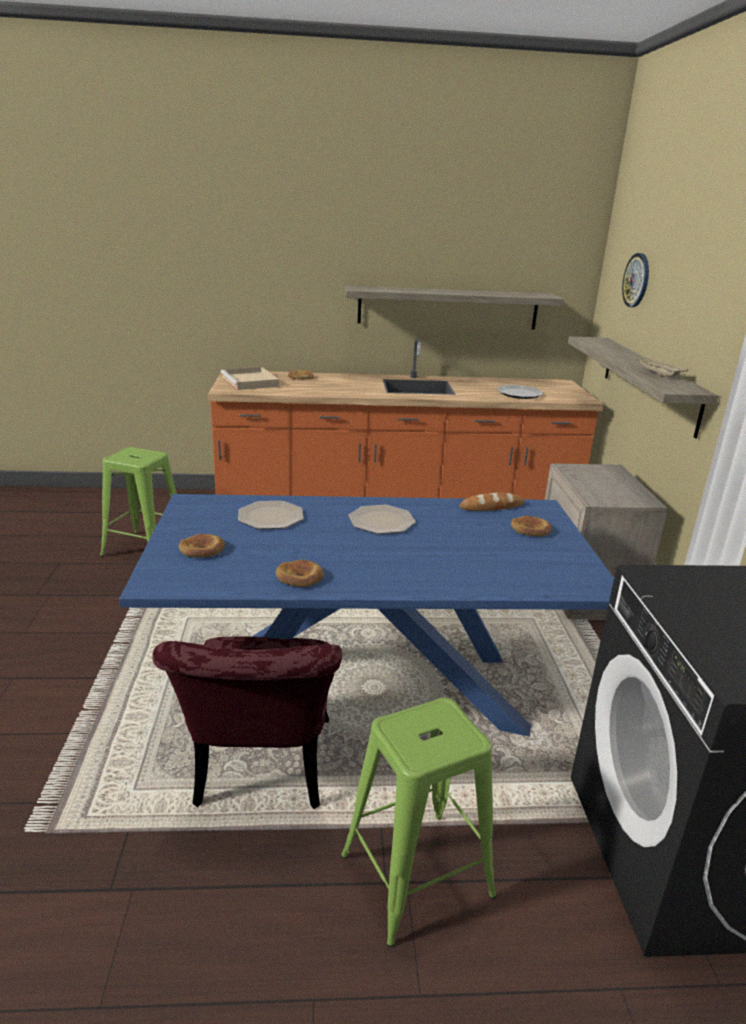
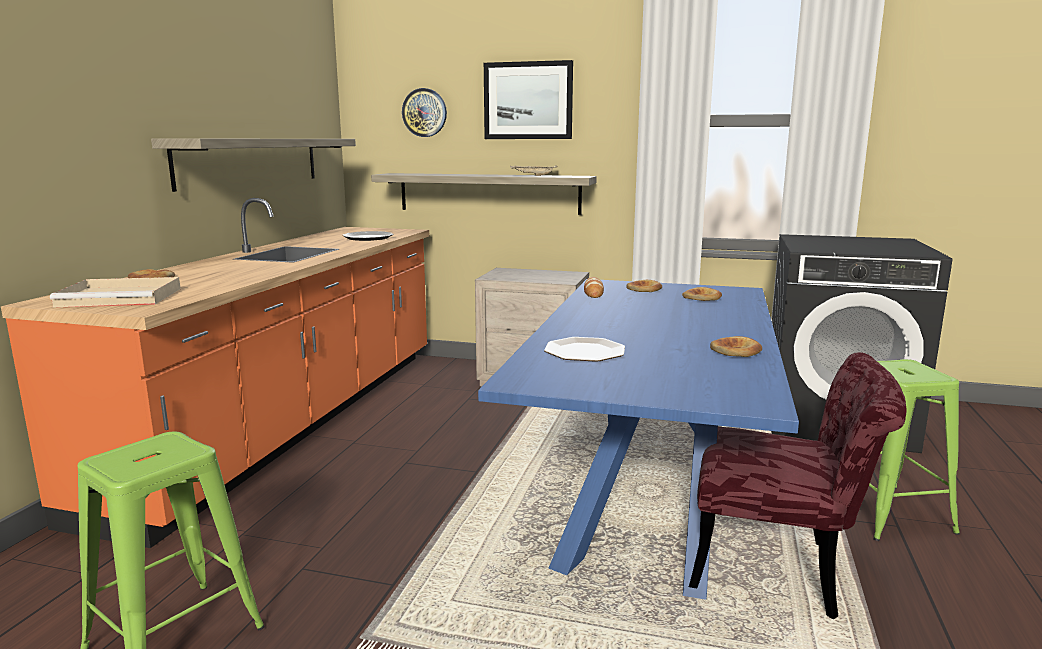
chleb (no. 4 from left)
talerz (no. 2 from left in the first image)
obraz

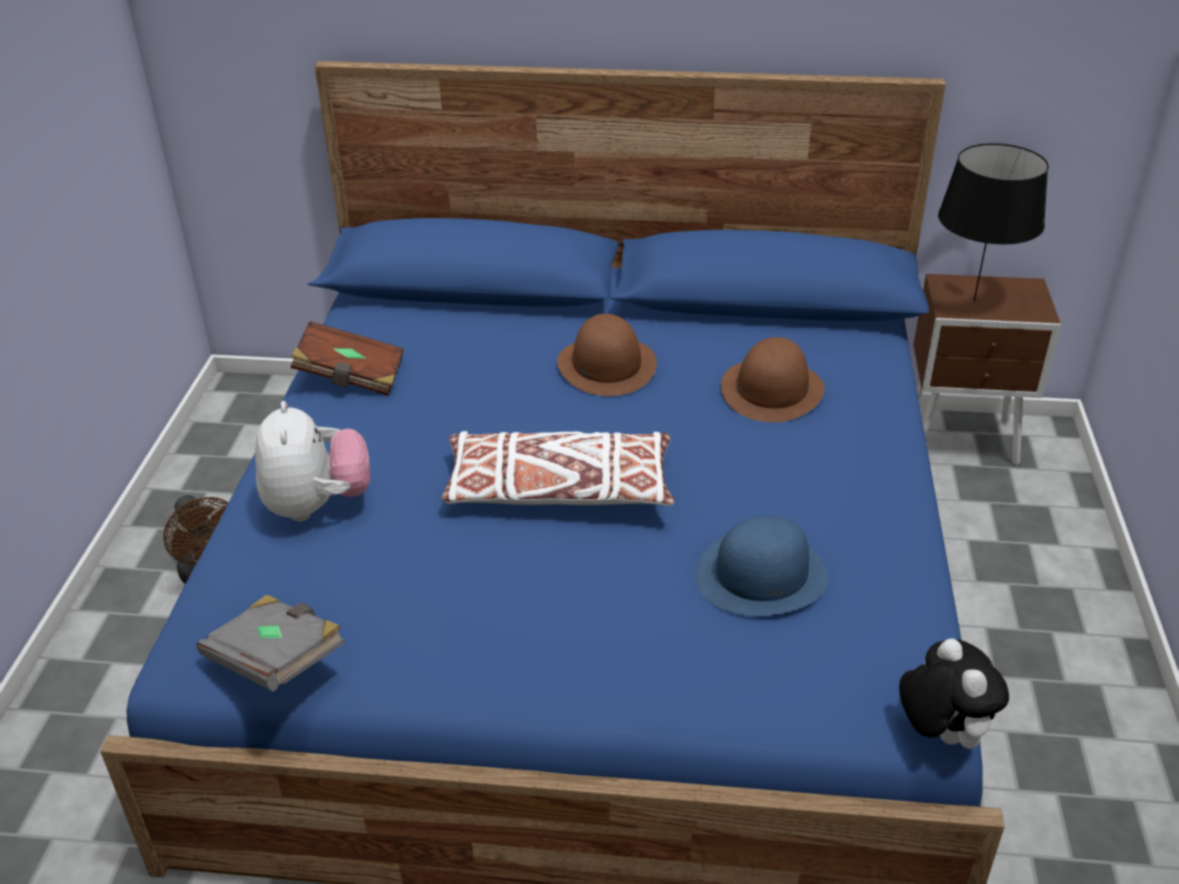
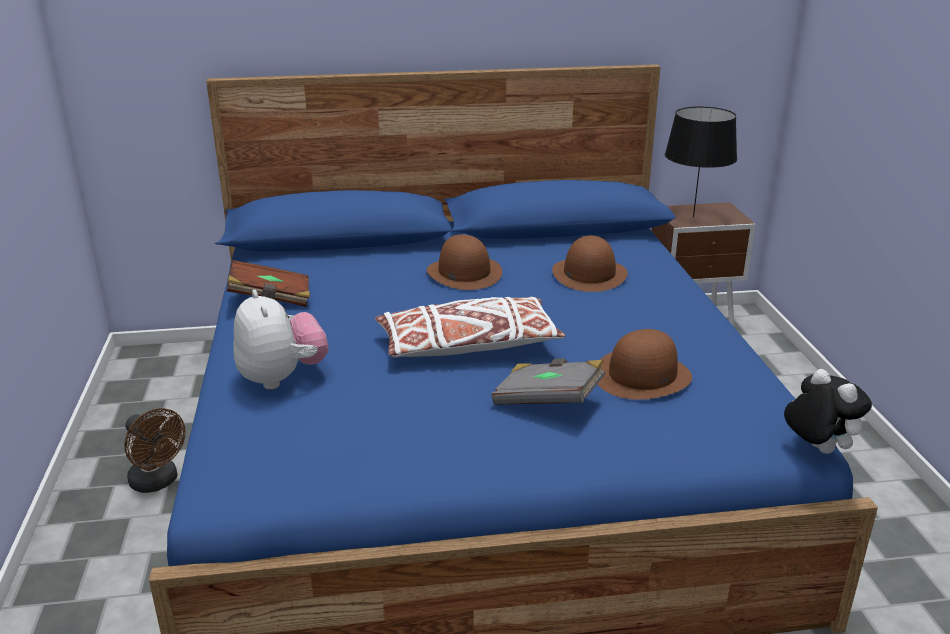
książka (szary)
kapelusz (brązowy) (no. 3 from left)

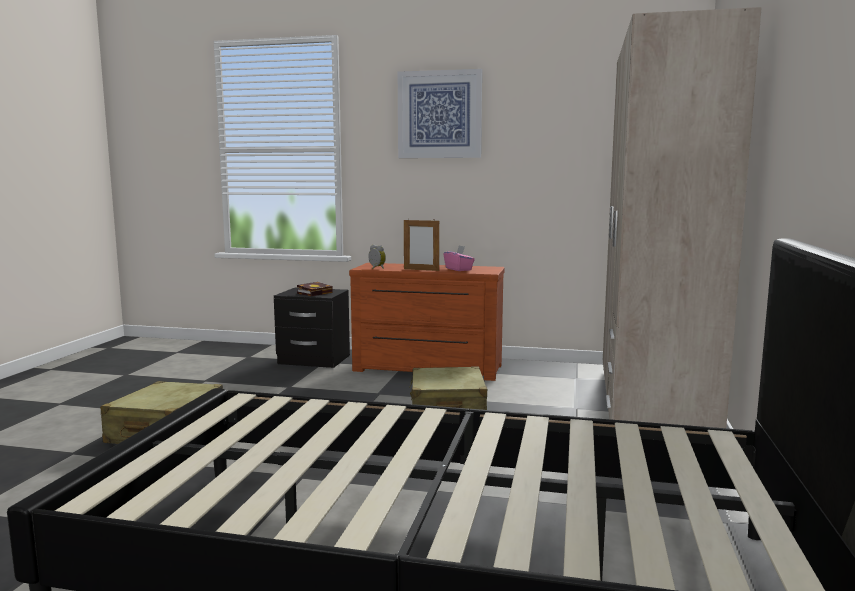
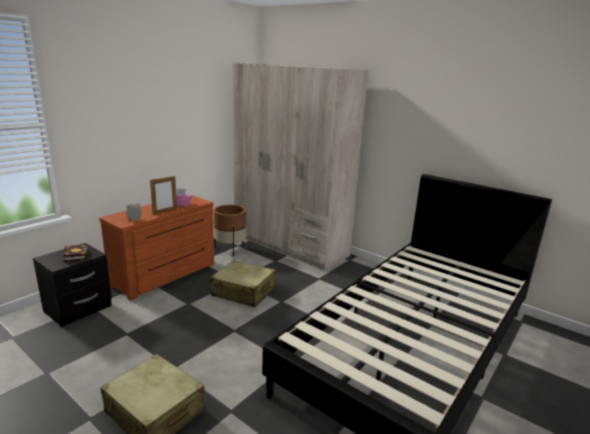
obraz
donica (brązowy)

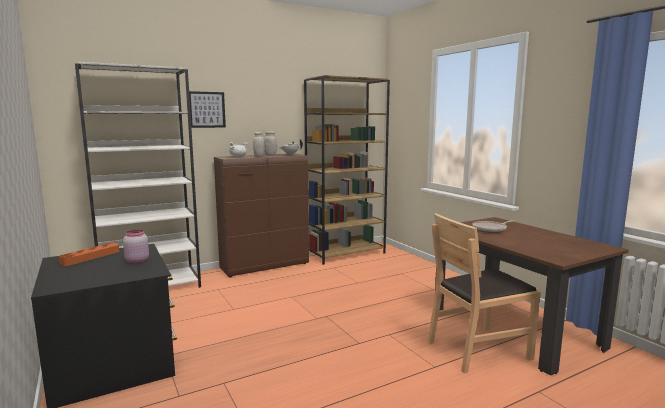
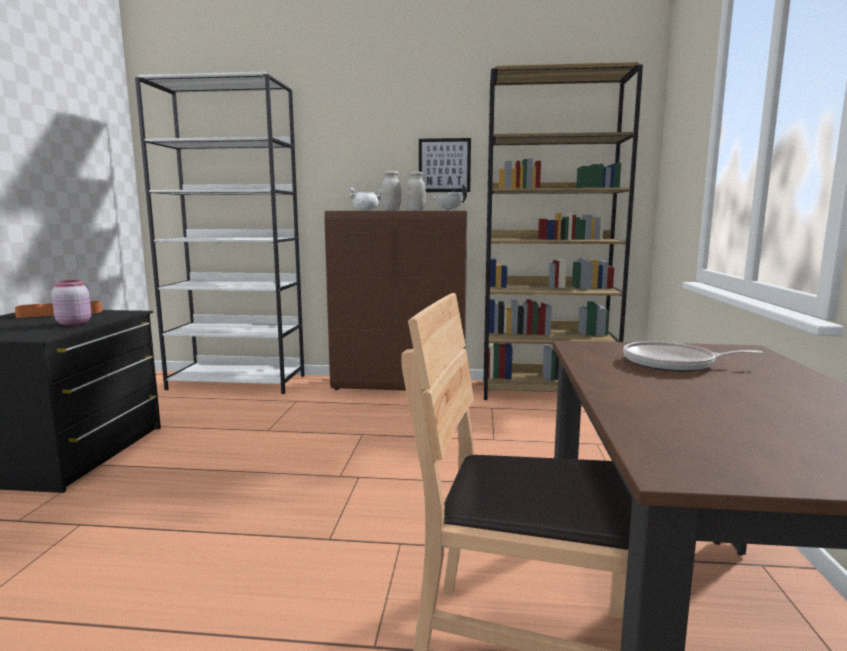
obraz

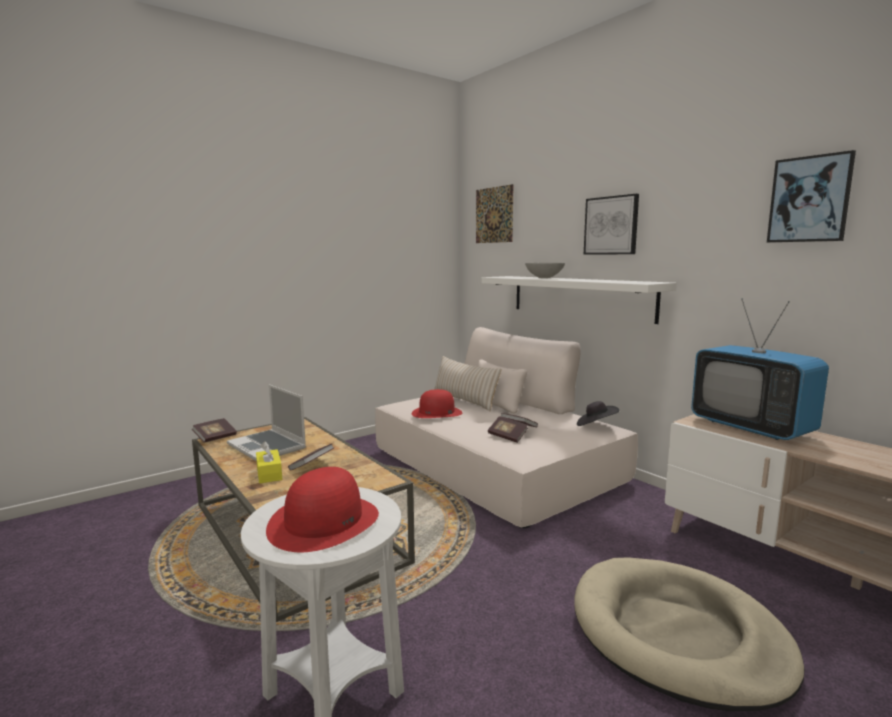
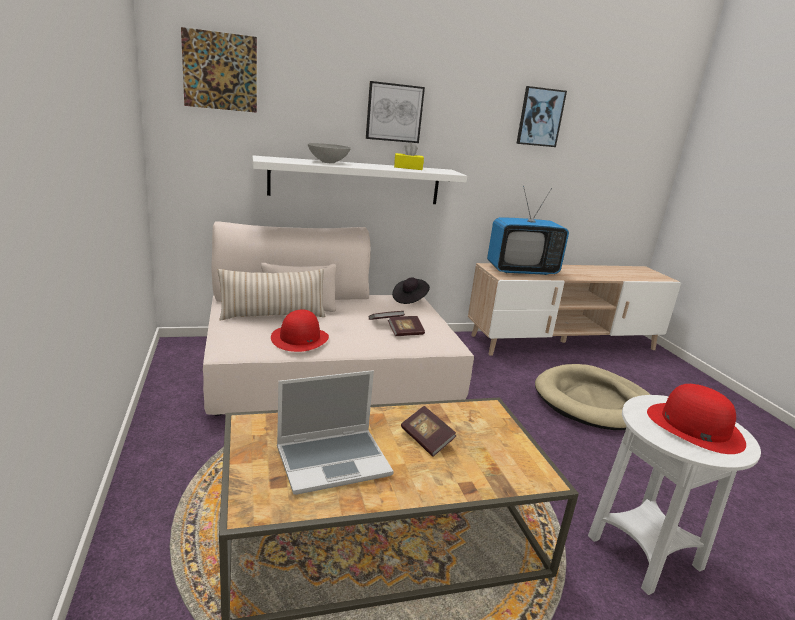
książka (no. 1 from left in the first image)
pudełko chusteczek (żółty)

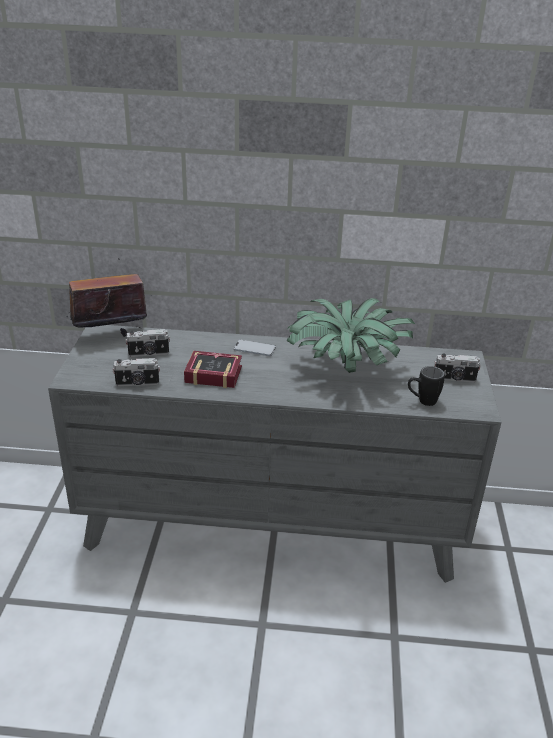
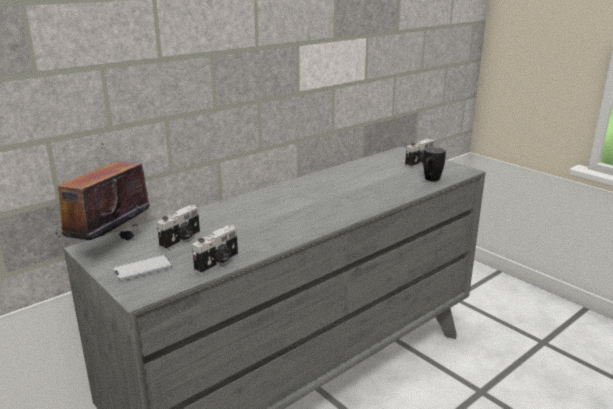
książka
telefon
roślina doniczkowa

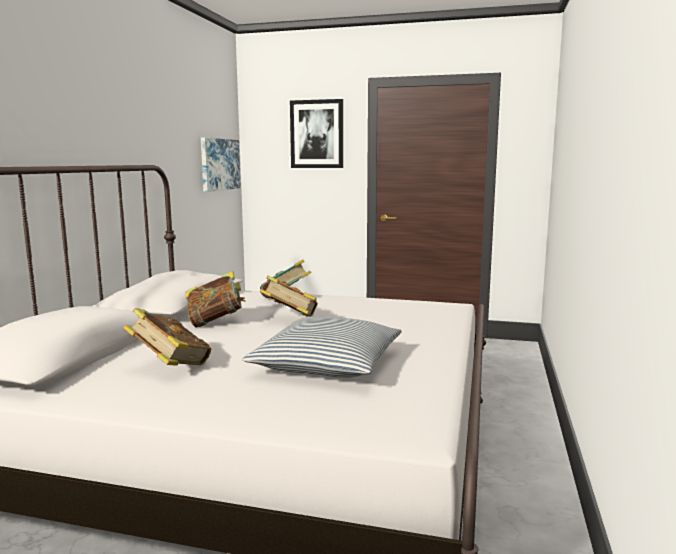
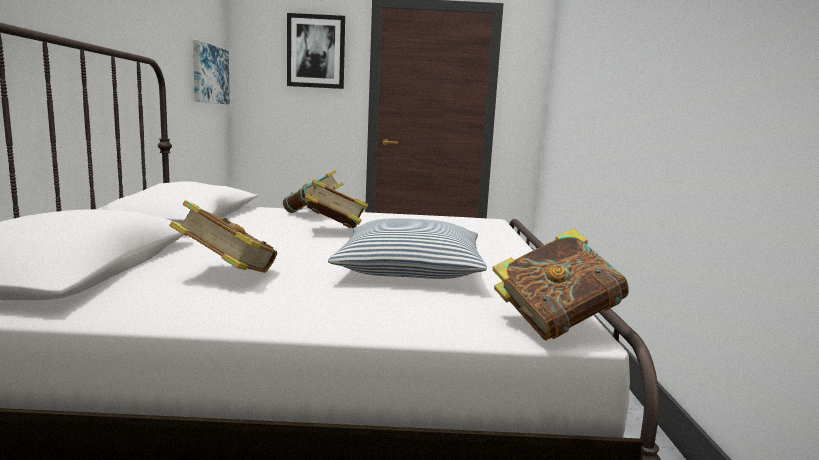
książka (no. 4 from left)

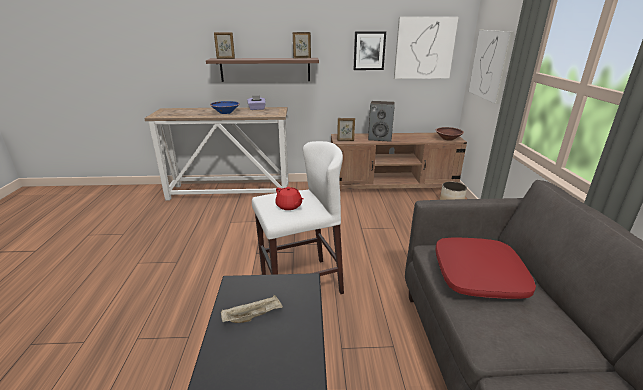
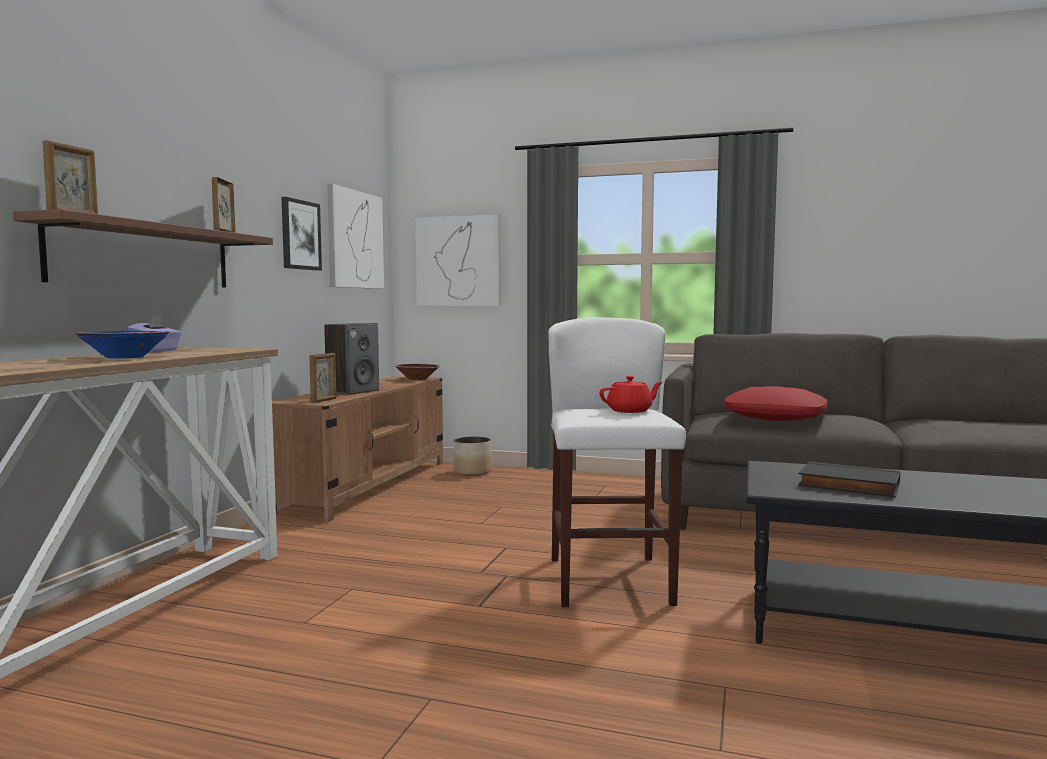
książka (czarny)

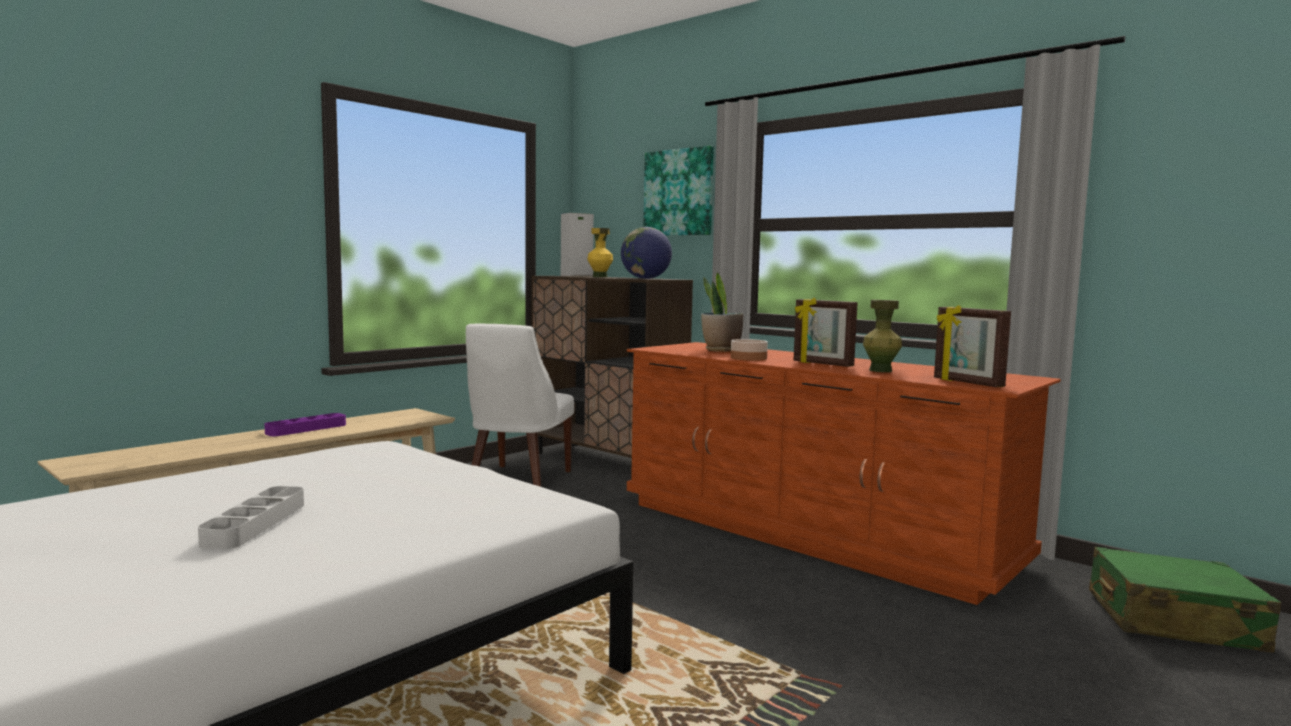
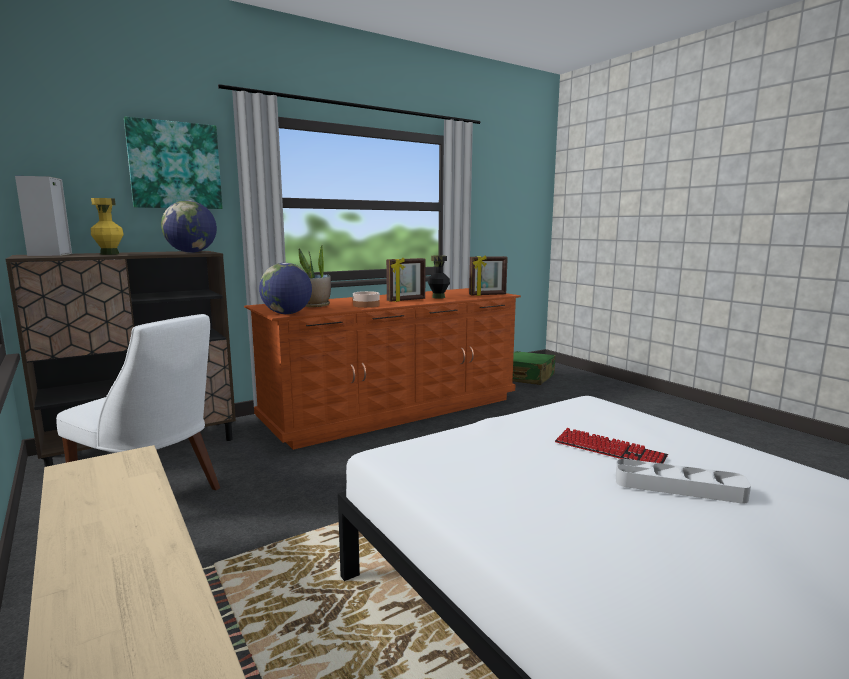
taca (fioletowy)
wazon (czarny)
globus (no. 2 from left)
klawiatura

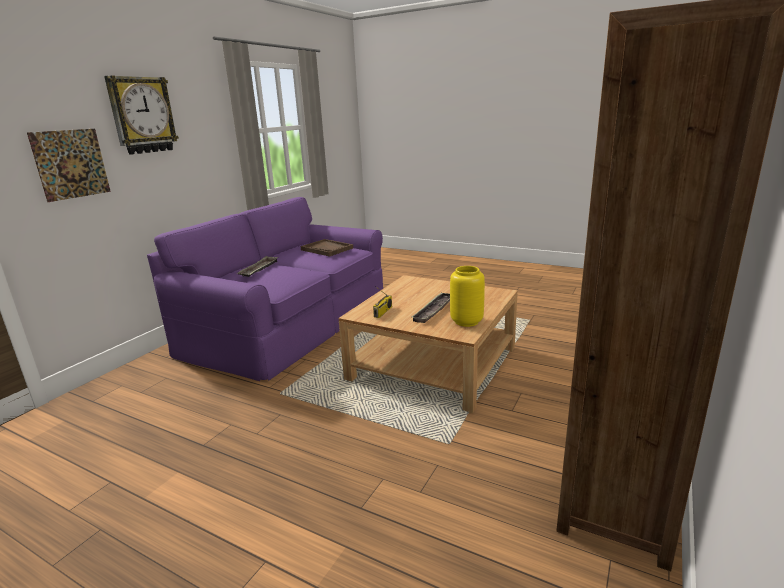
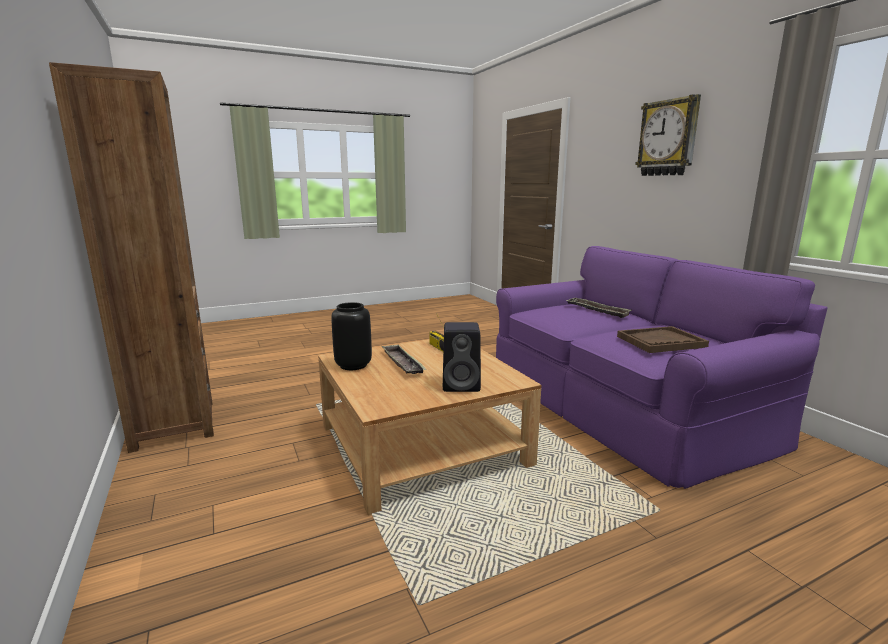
obraz
wazon (czarny)
głośnik (czarny)

